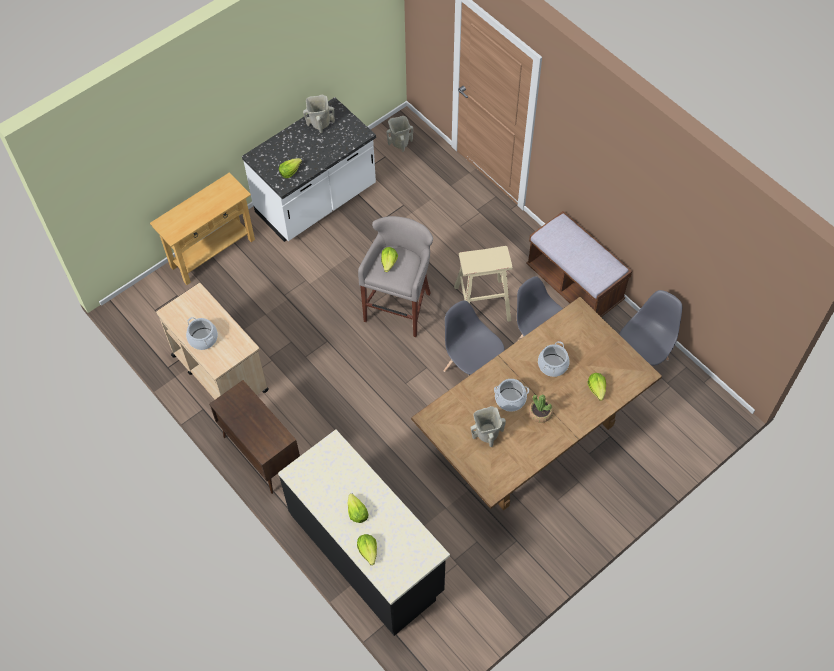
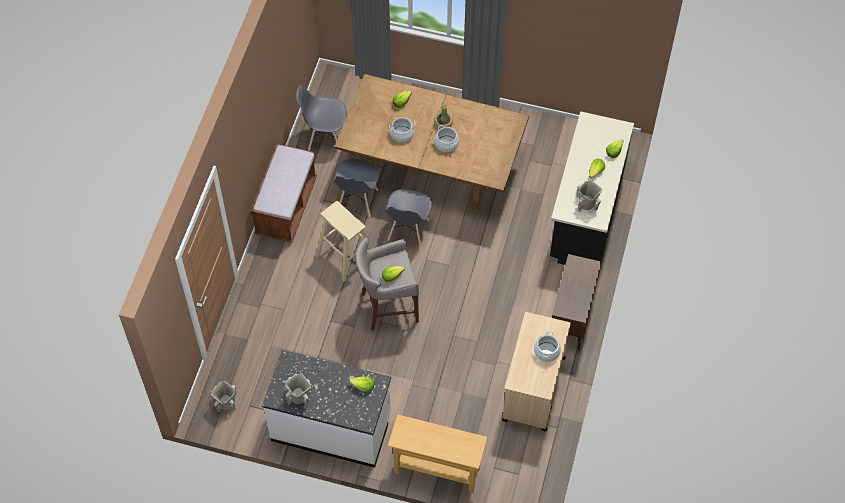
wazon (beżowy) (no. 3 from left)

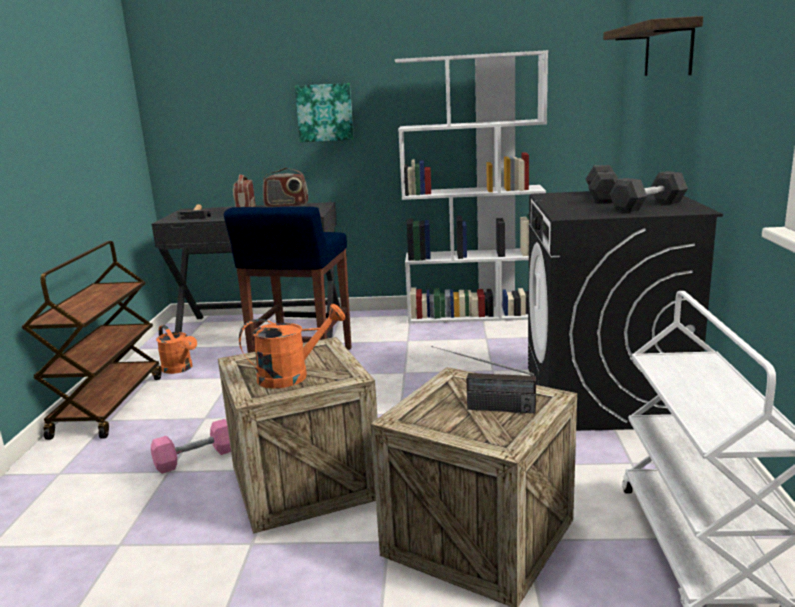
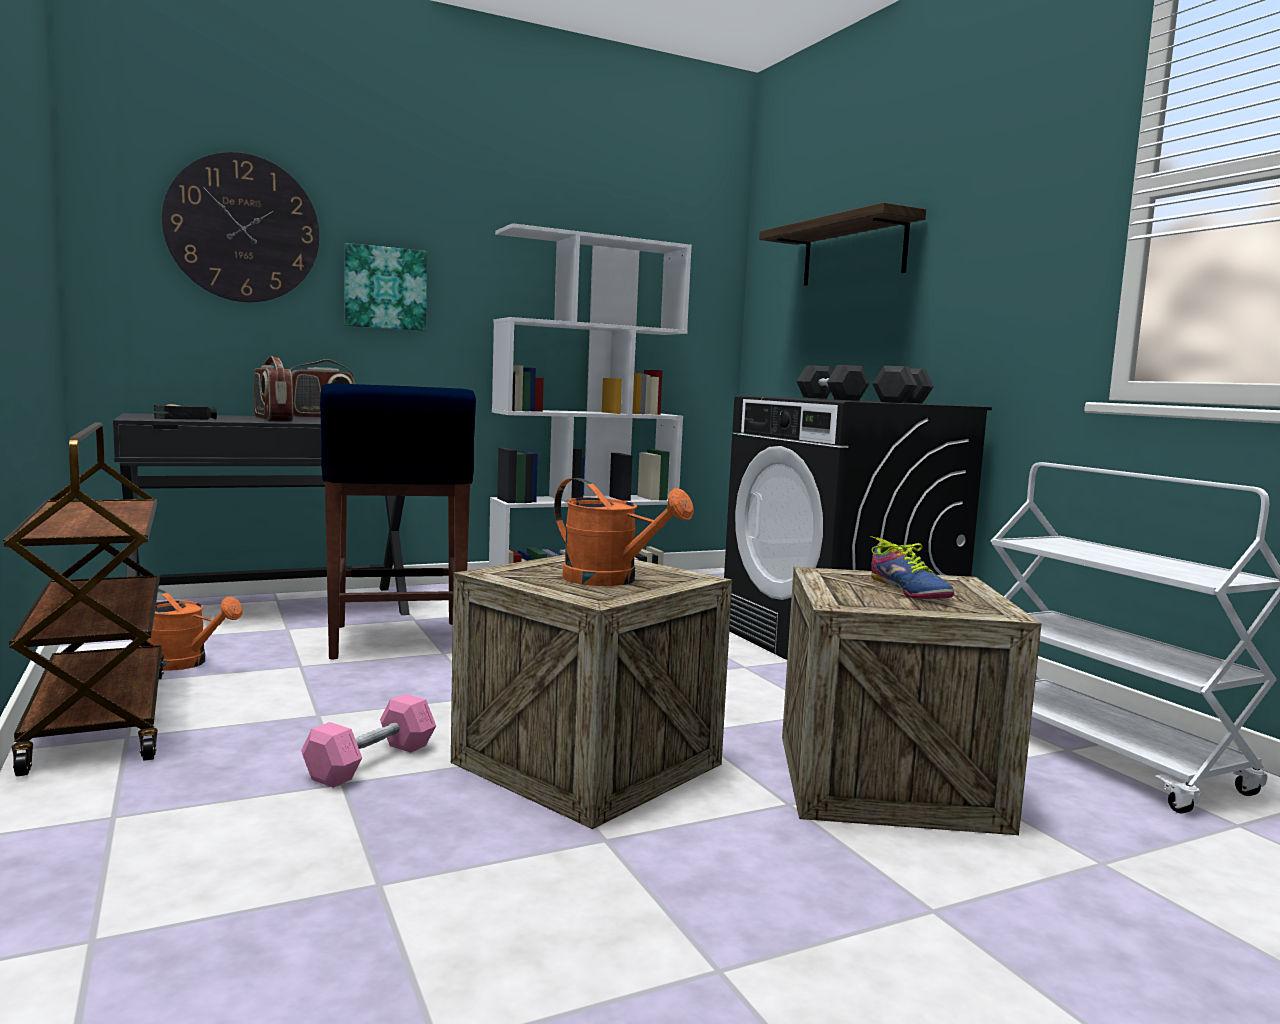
konewka (pomarańczowy) (no. 2 from left)
but
zegar ścienny

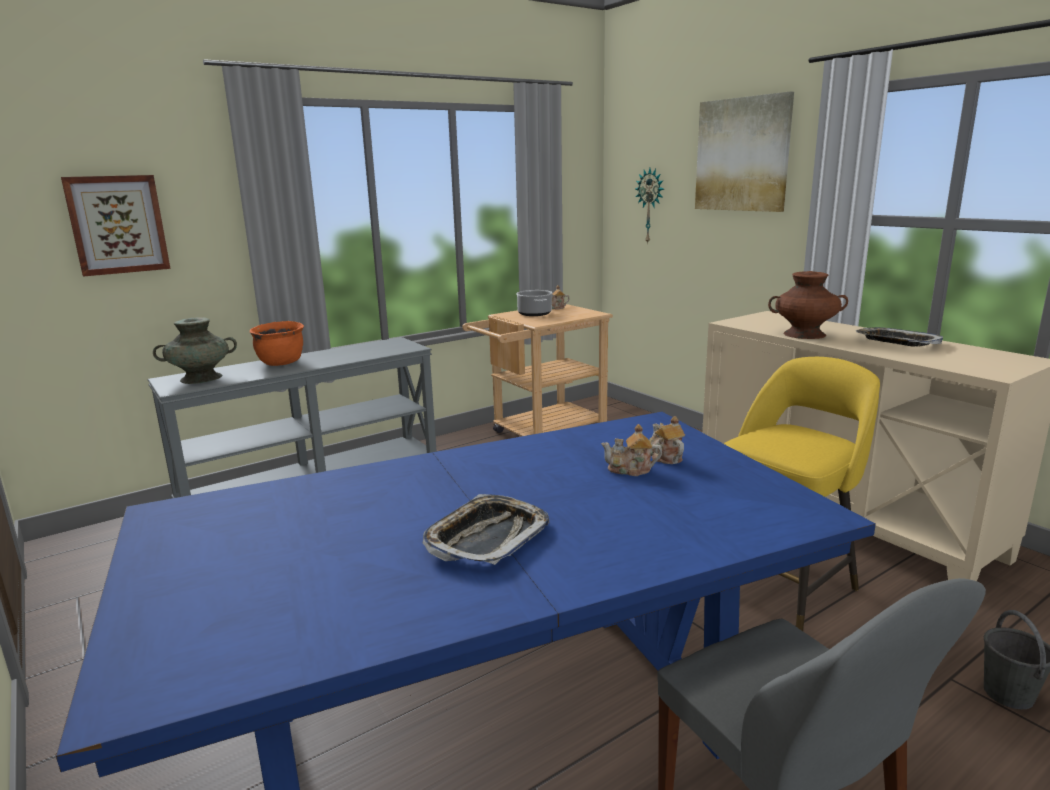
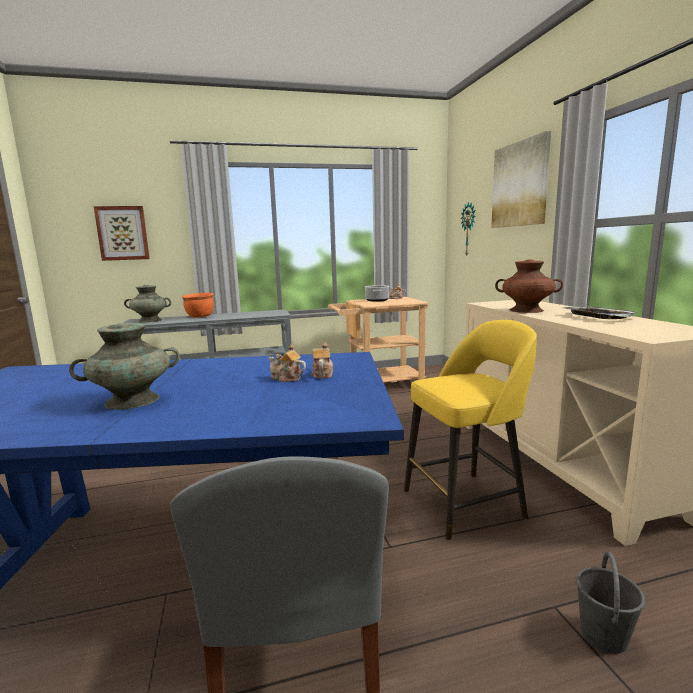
wazon (turkusowy) (no. 1 from left)

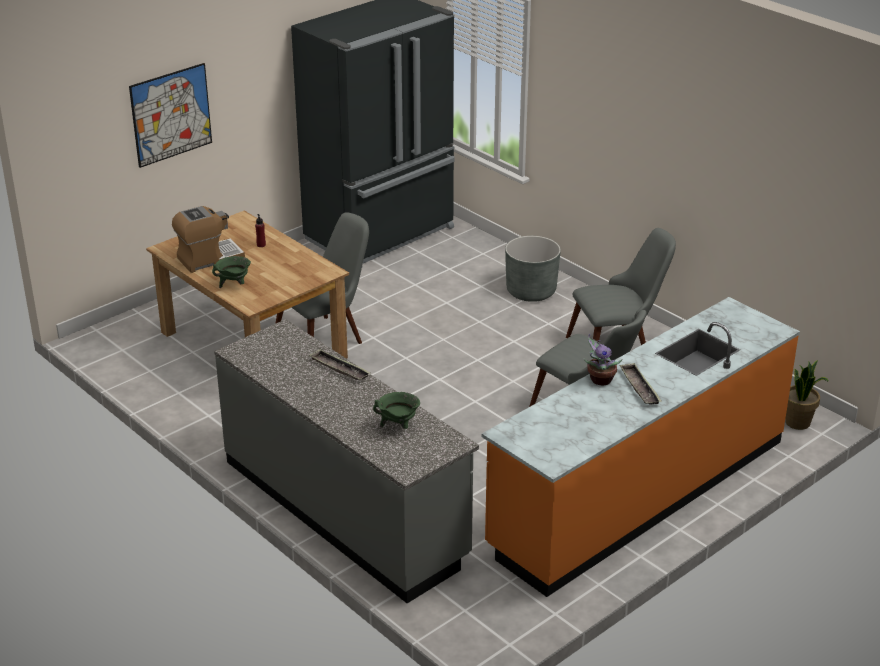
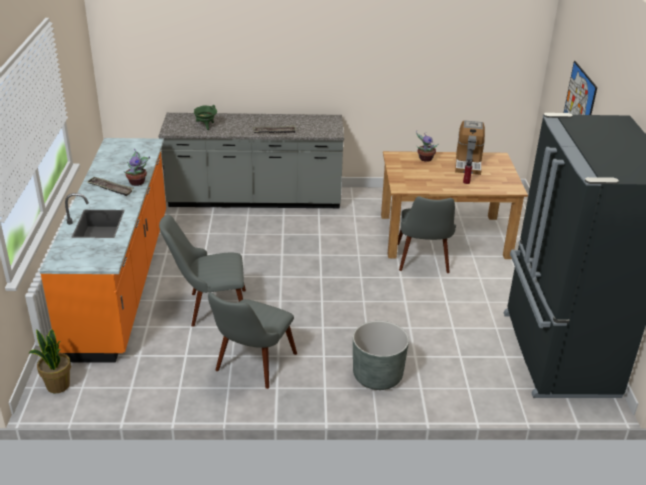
roślina doniczkowa (no. 3 from left)

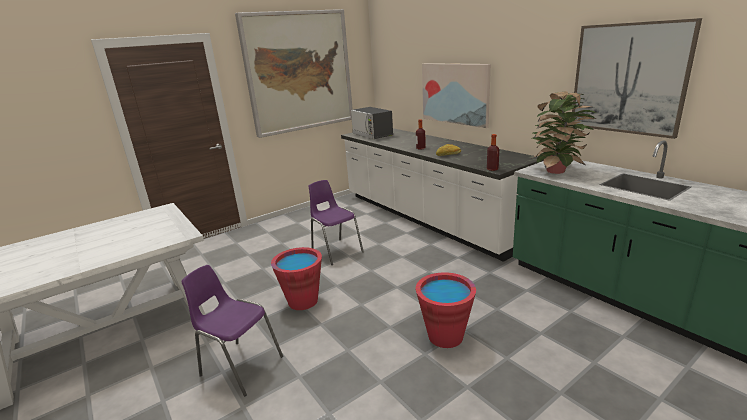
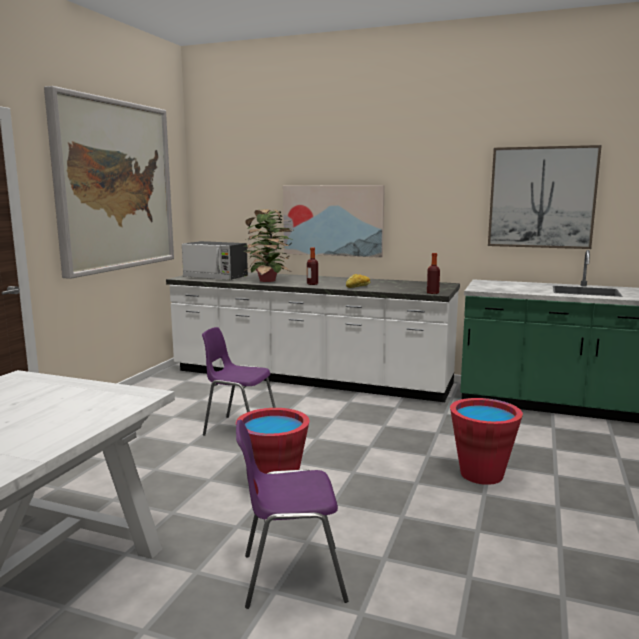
roślina doniczkowa

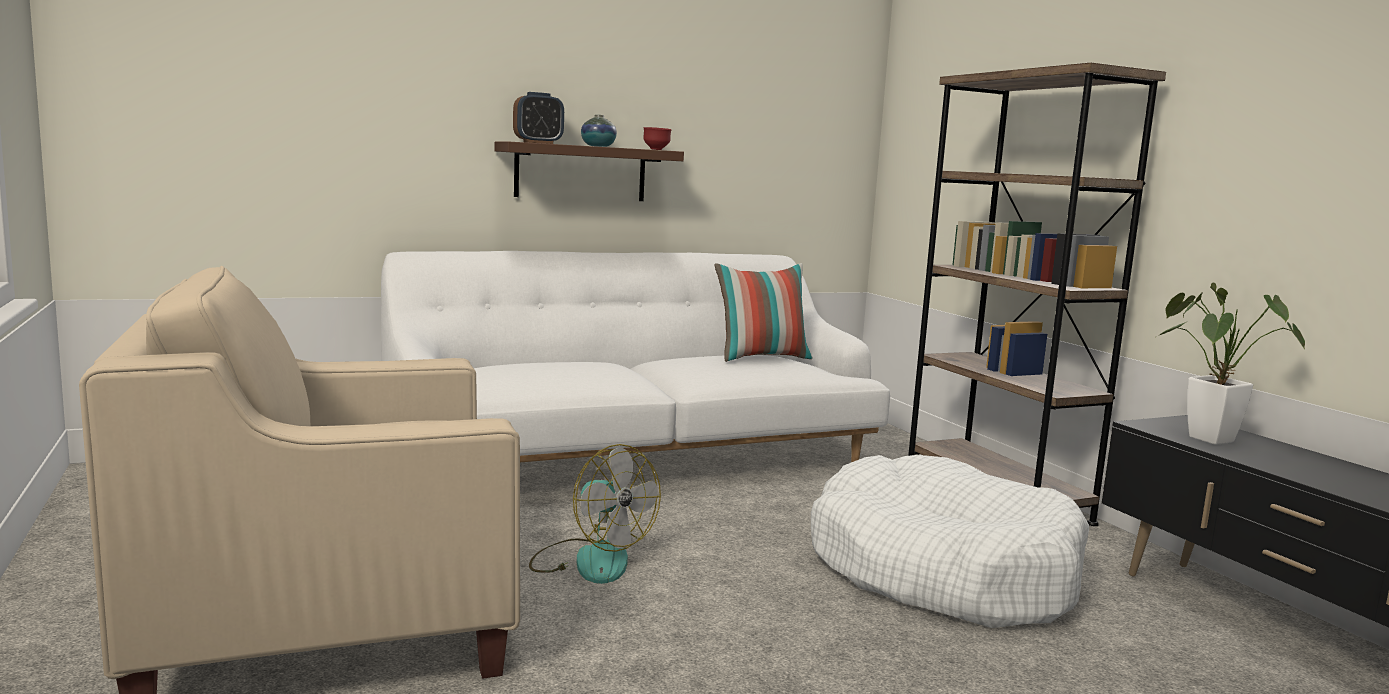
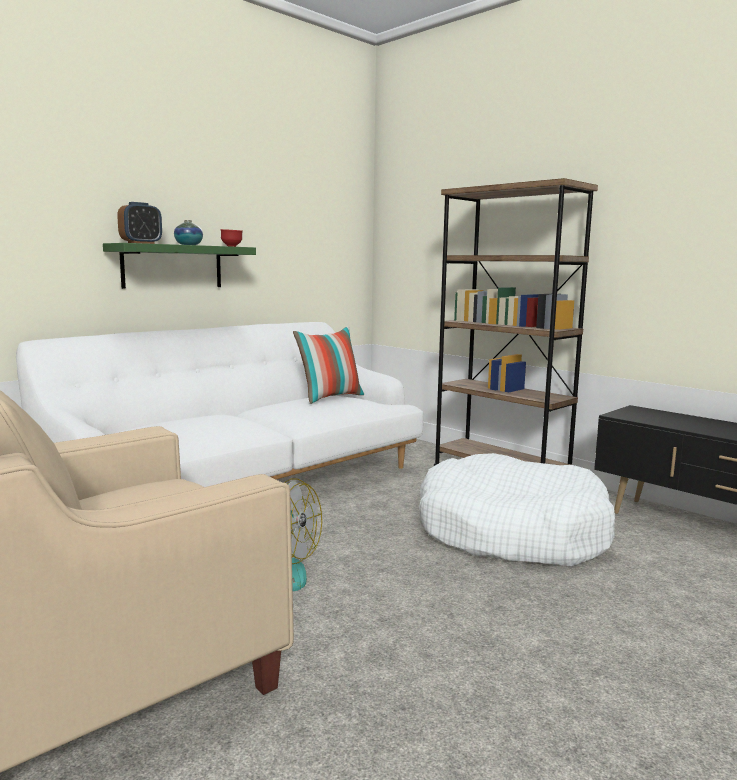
półka (zielony)
roślina doniczkowa

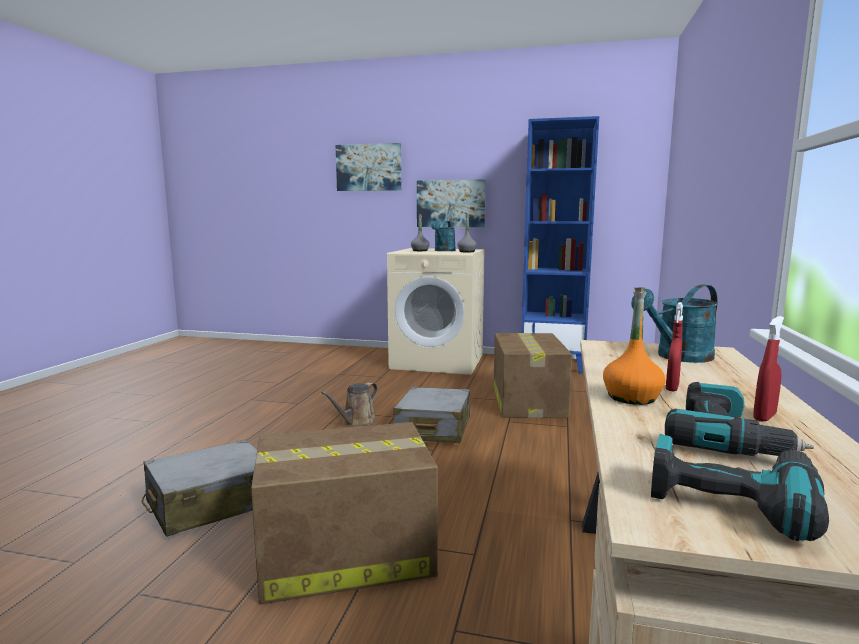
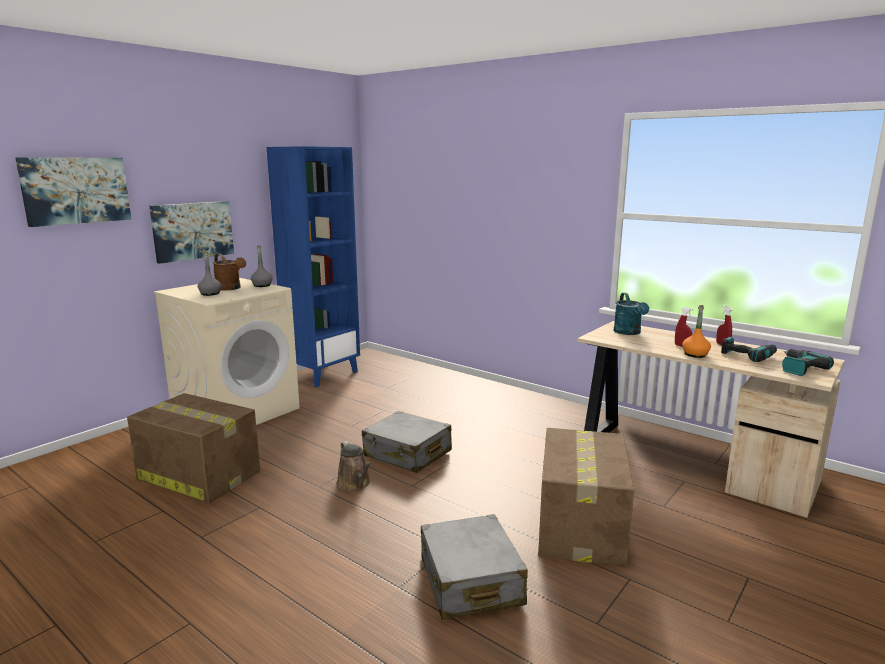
konewka (brązowy) (no. 1 from left)
karton (no. 1 from left)

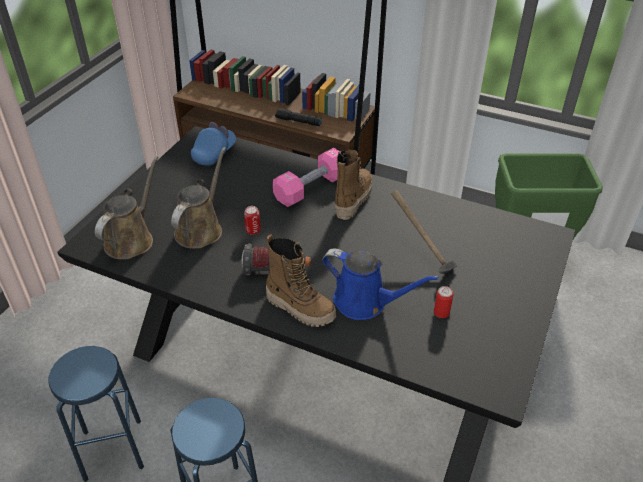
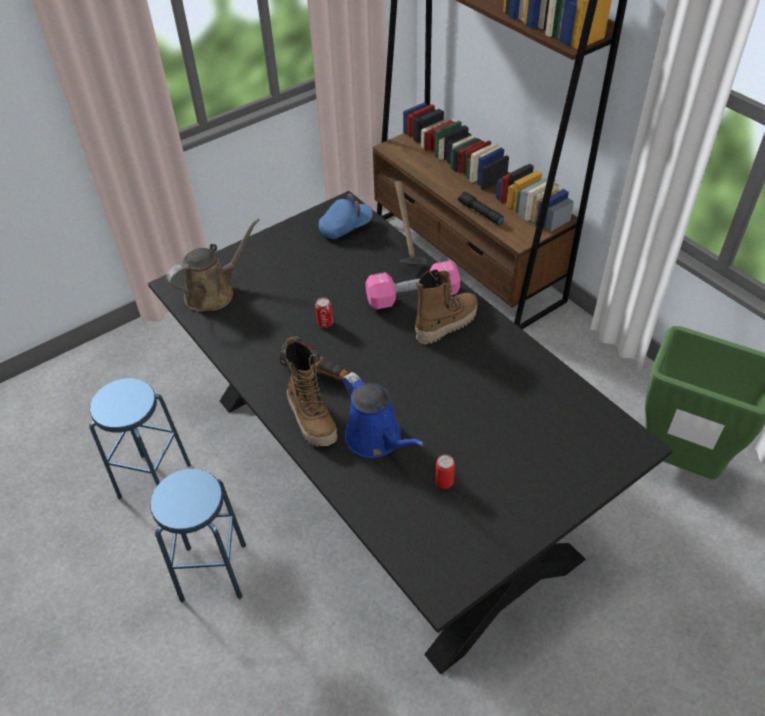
konewka (brązowy) (no. 2 from left in the first image)
młotek

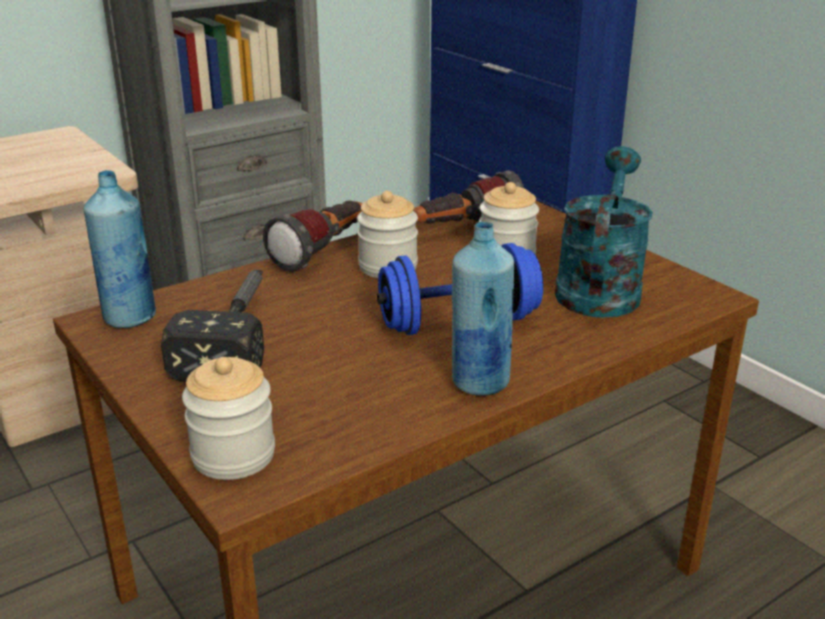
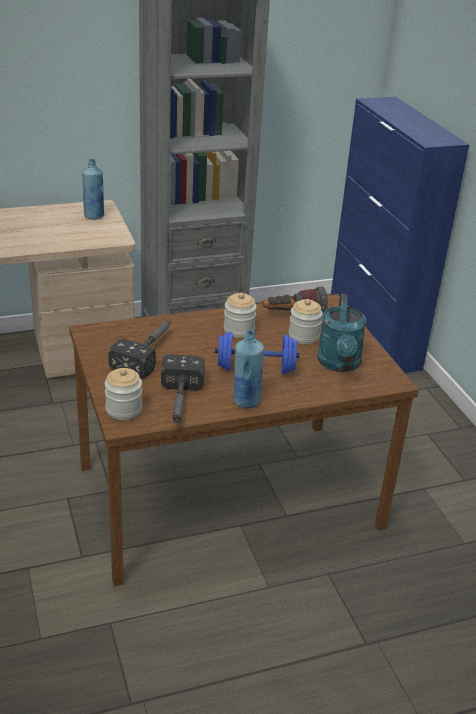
butelka (niebieski) (no. 1 from left)
latarka (no. 1 from left in the first image)
konewka (turkusowy)
młotek (no. 2 from left)

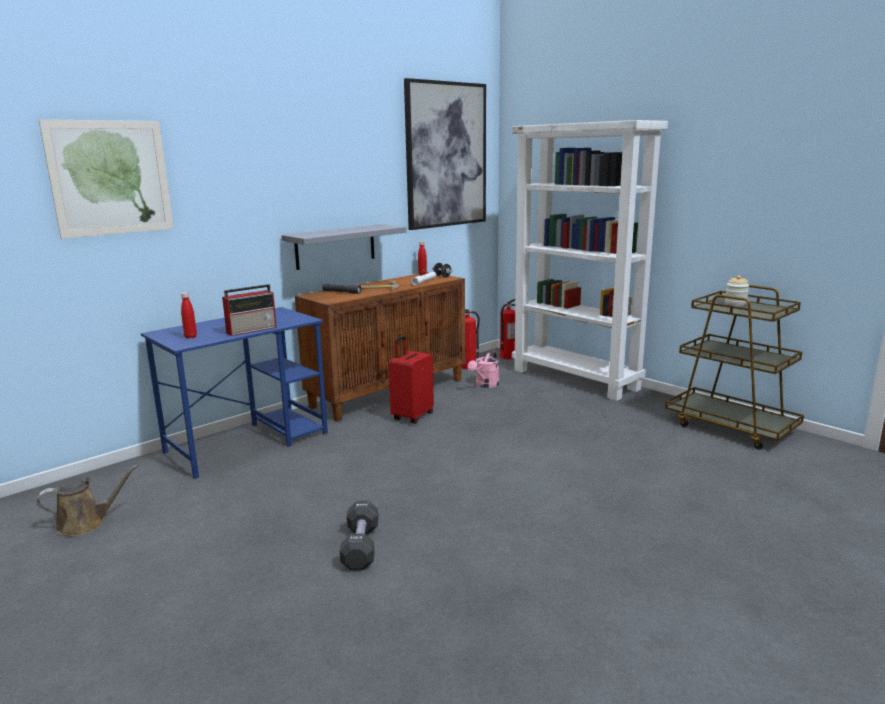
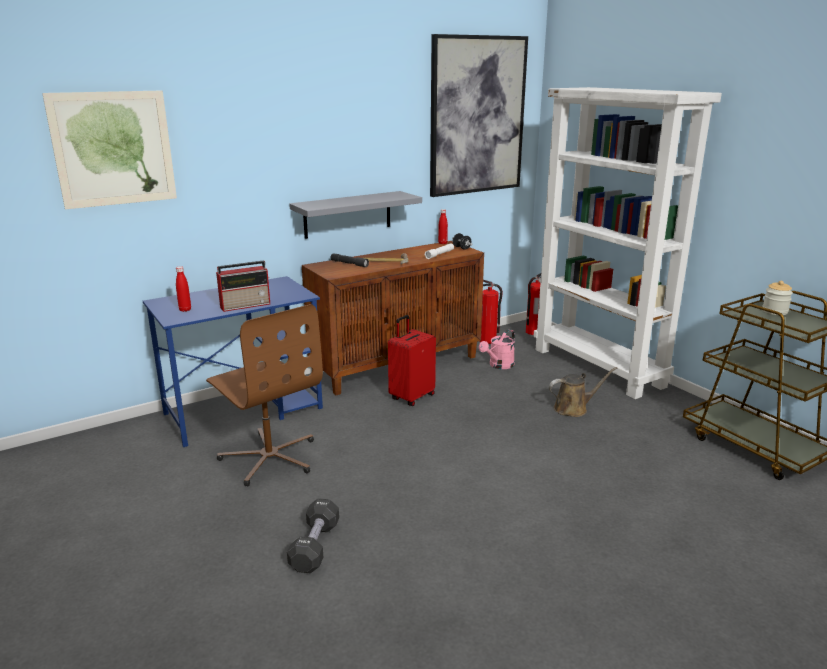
konewka (brązowy)
krzesło biurowe (brązowy)

